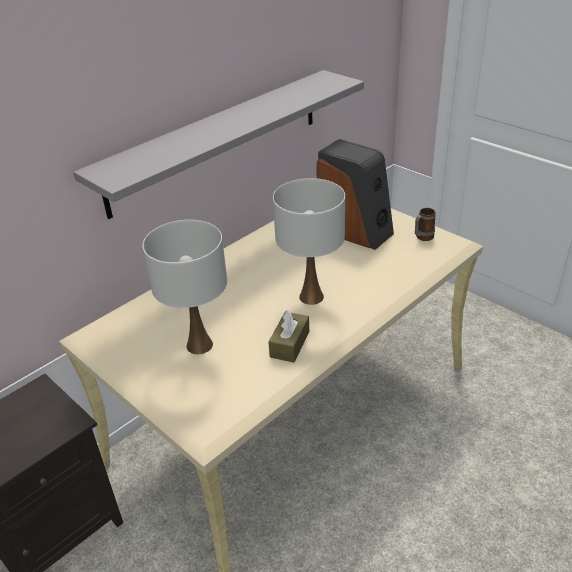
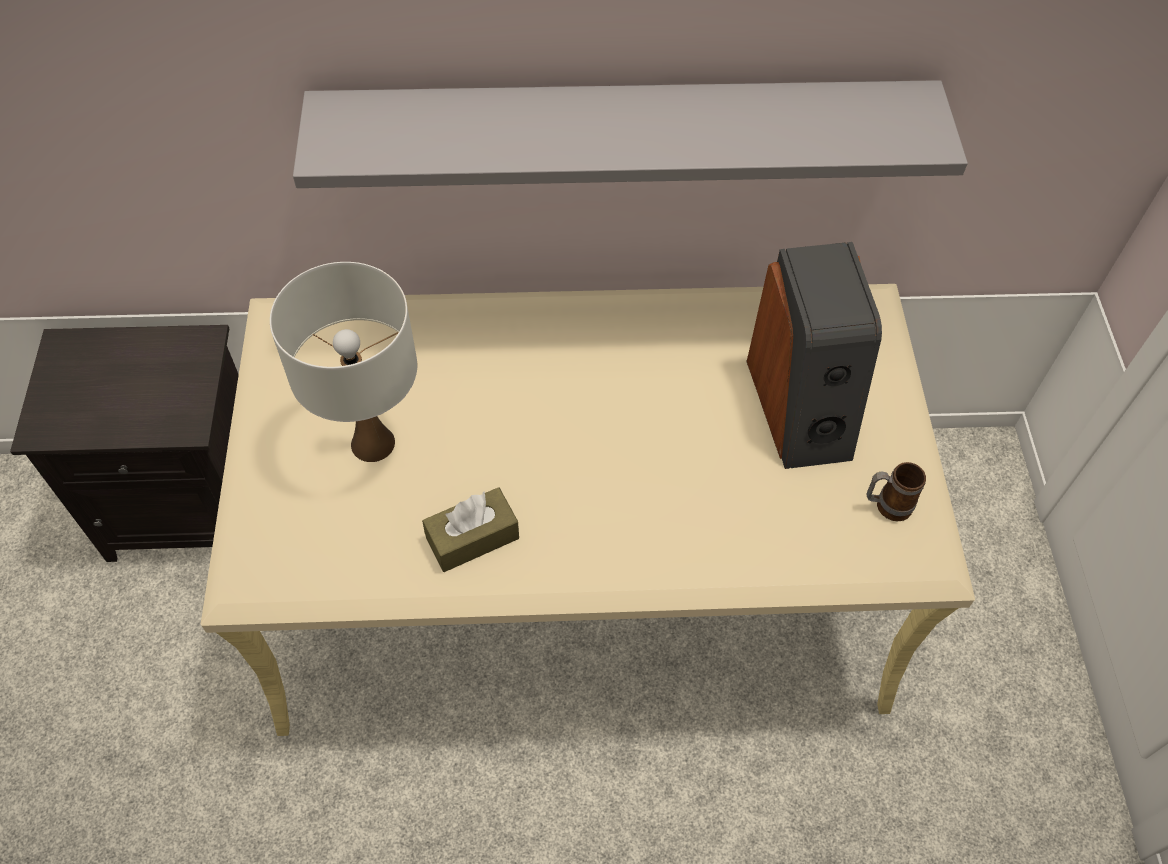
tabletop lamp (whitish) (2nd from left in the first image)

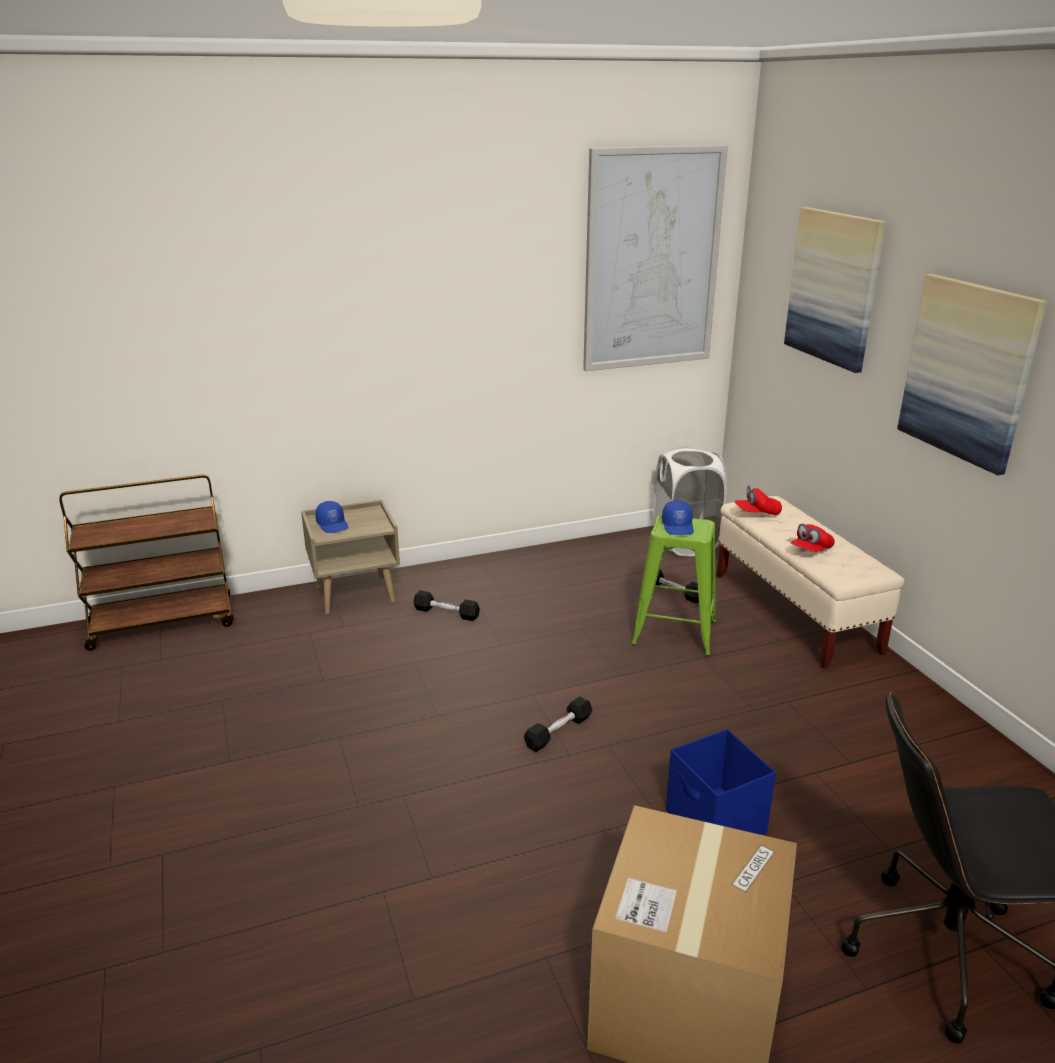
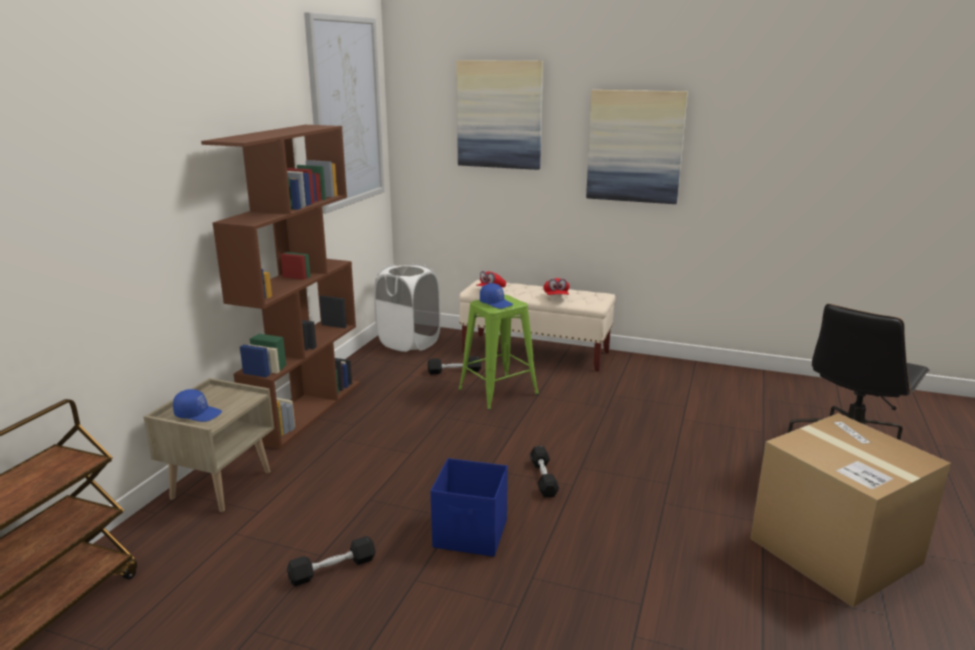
hand weight (black) (1st from left)
storage bin (bluish)
bookshelf (brown)

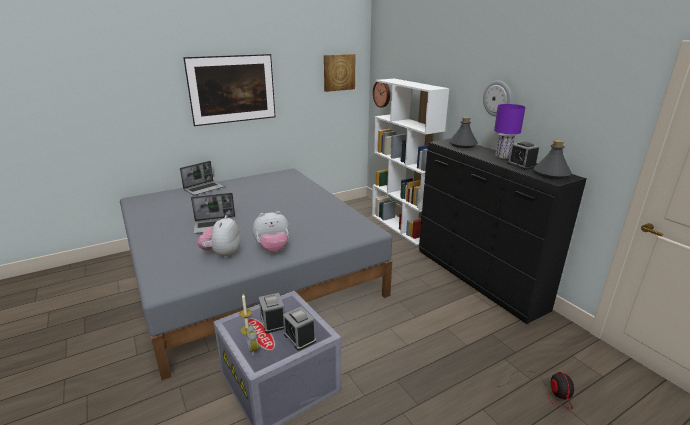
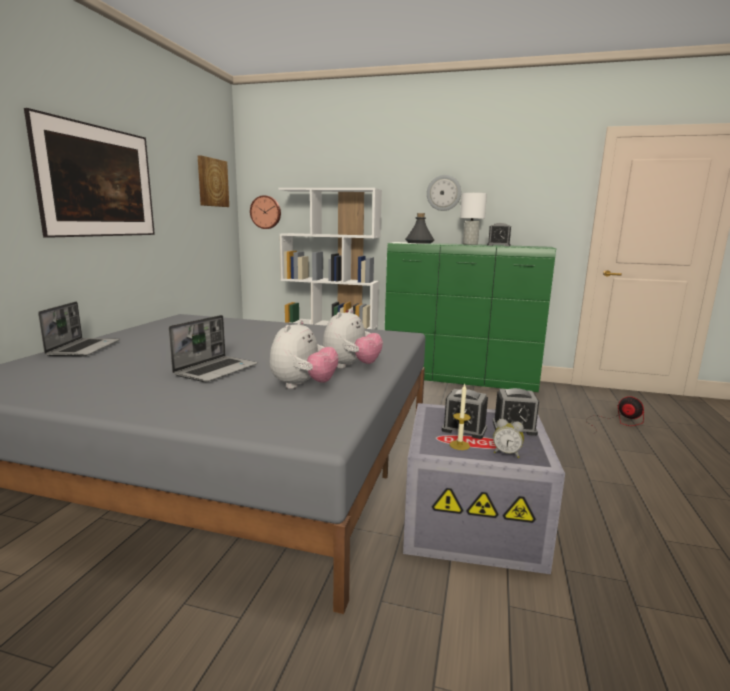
cuddly toy (1st from left)
drawer chest (green-coloured)
tabletop lamp (whitish)
drink bottle (greyish) (2nd from left in the first image)

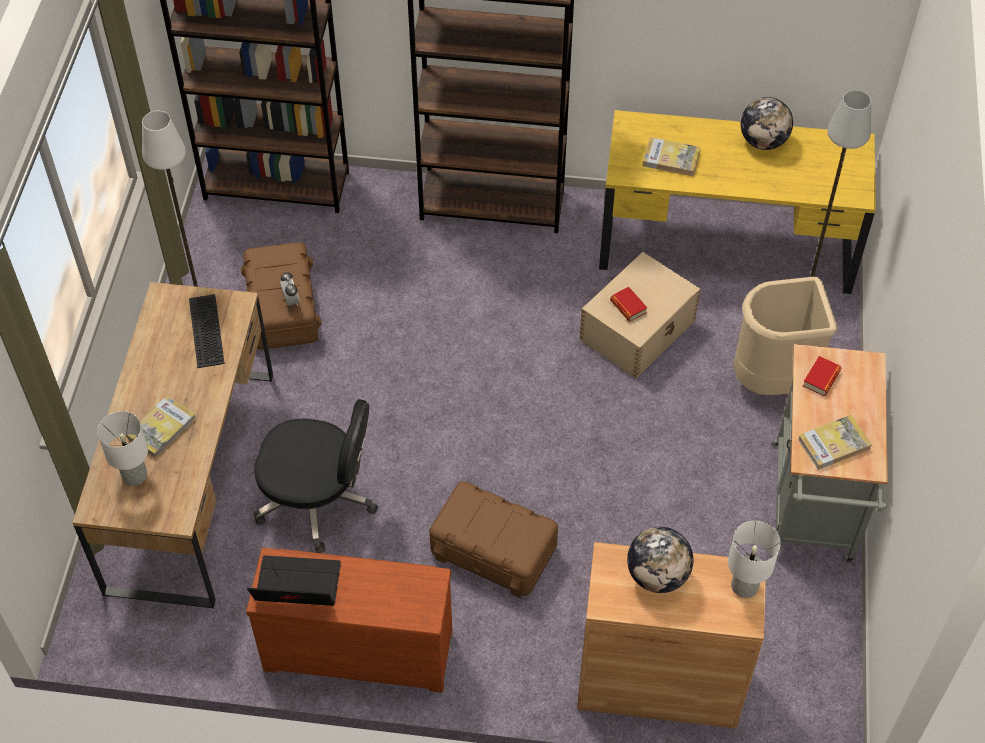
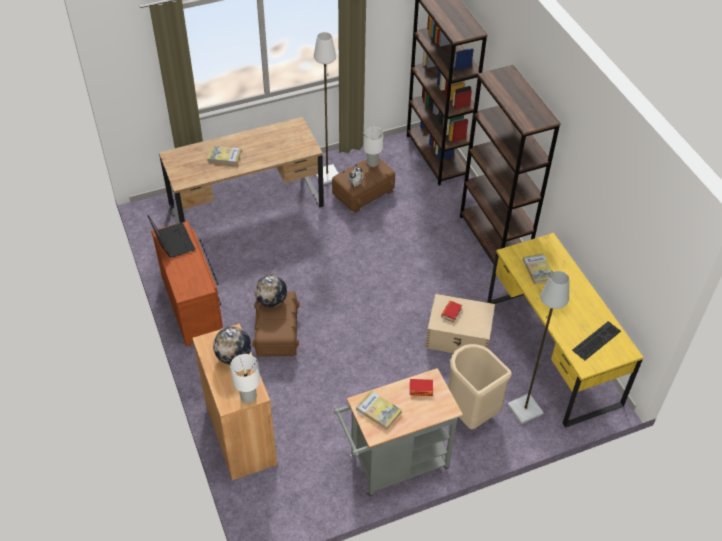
tabletop lamp (whitish) (2nd from left)
keyboard
desk chair (black)
world globe (2nd from left)

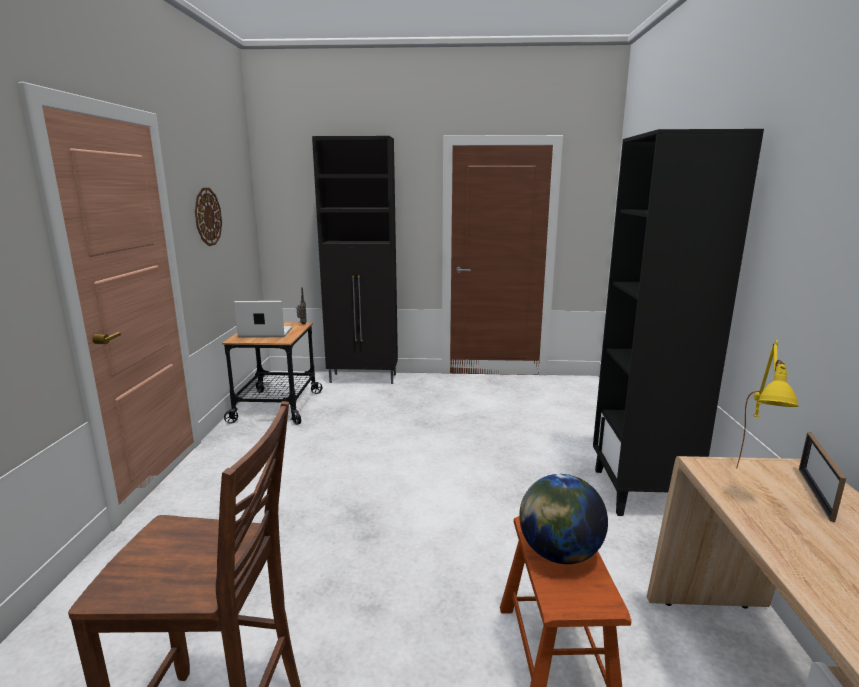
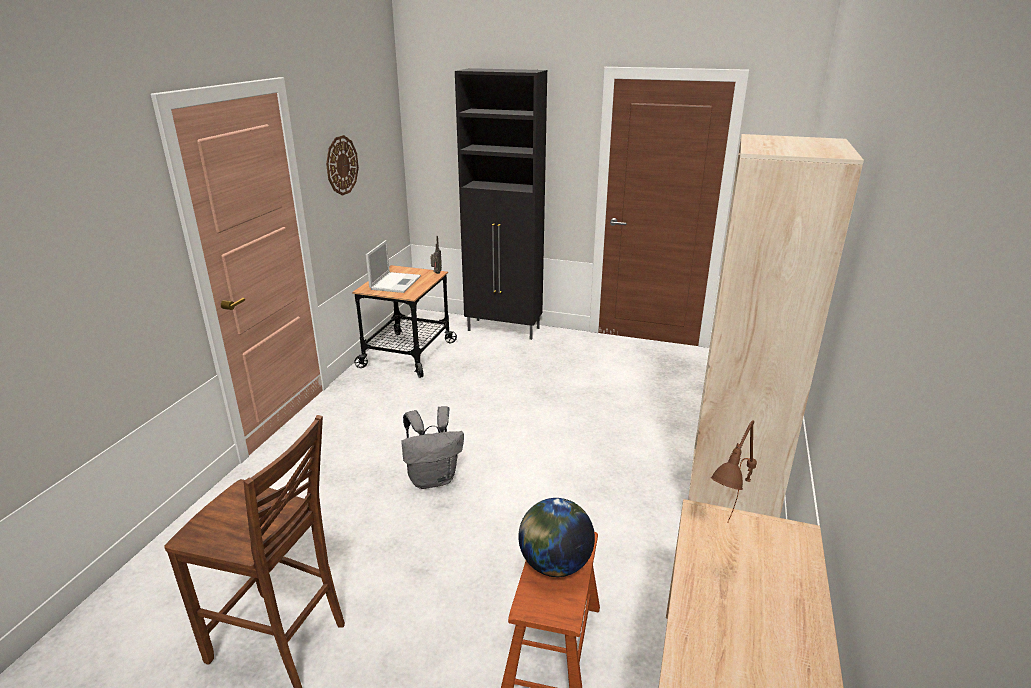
portable computer
bookshelf (sand-coloured)
tabletop lamp (brown)
photo frame
knapsack (greyish)

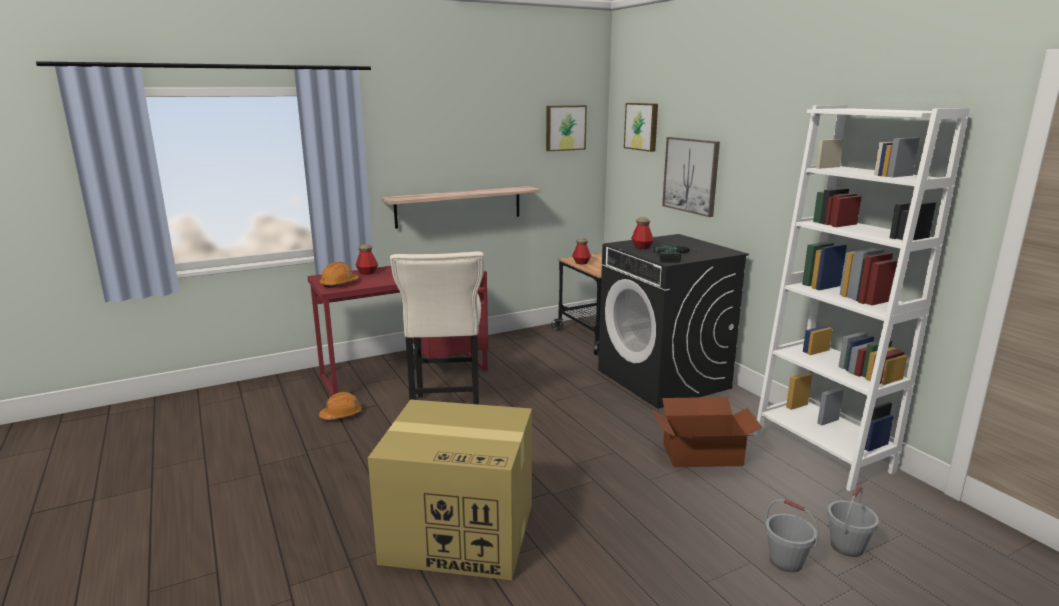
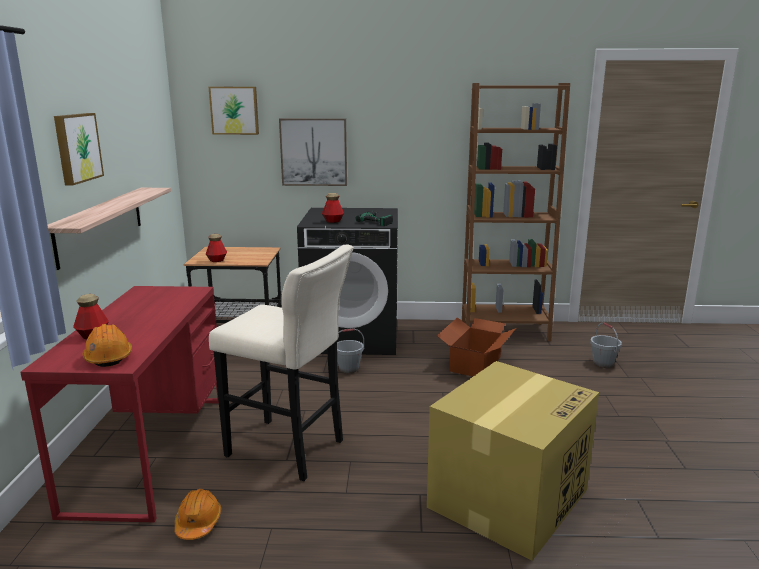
wall picture (1st from left)
bookshelf (brown)
pail (greyish) (1st from left)

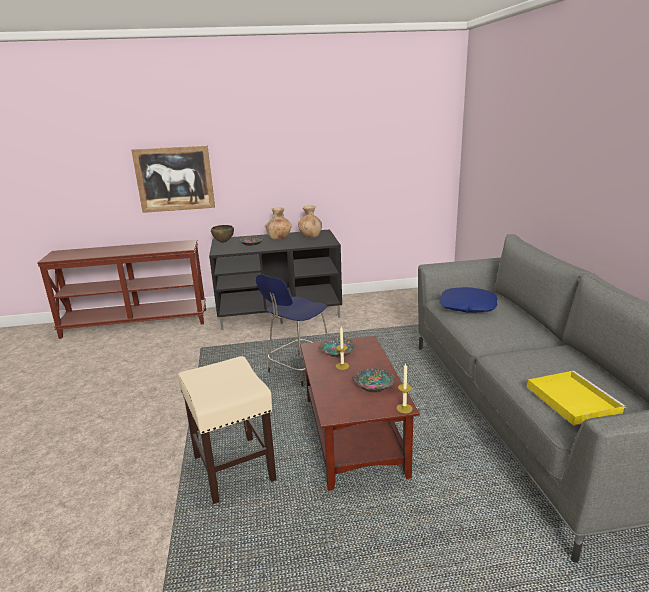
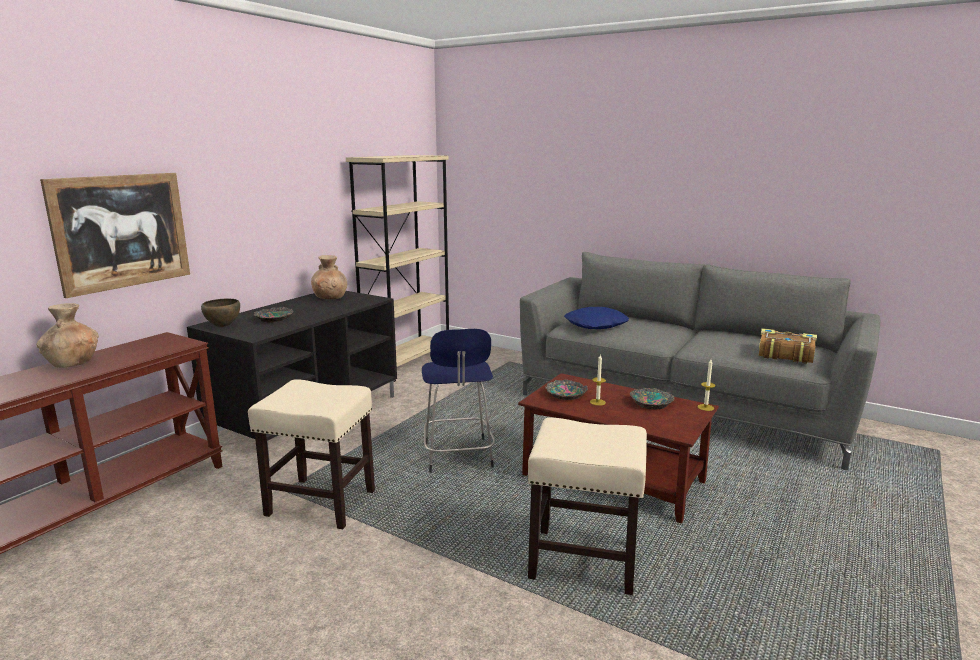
decorative vase (brown) (1st from left)
bound book
sitting stool (sand-coloured) (1st from left)
bookshelf (sand-coloured)

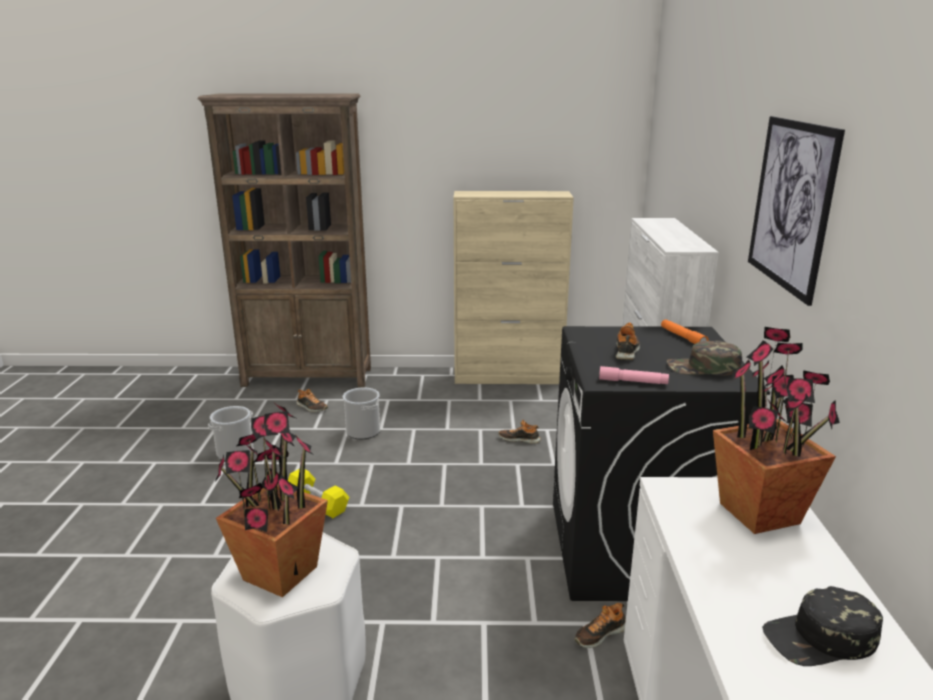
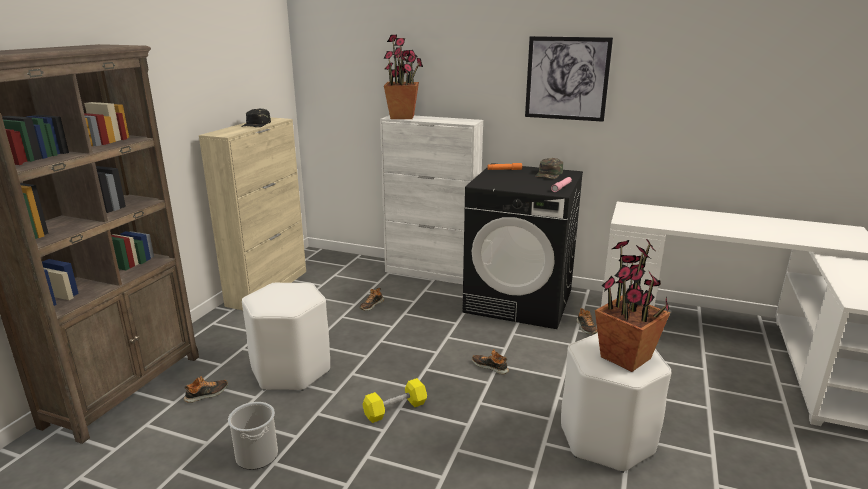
sitting stool (whitish) (1st from left)
low shoe (3rd from left)
potted plant (1st from left)
baseball cap (black)

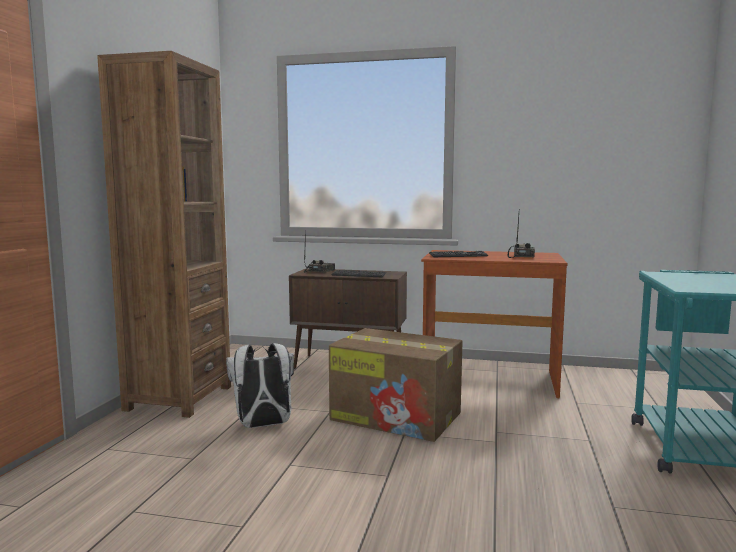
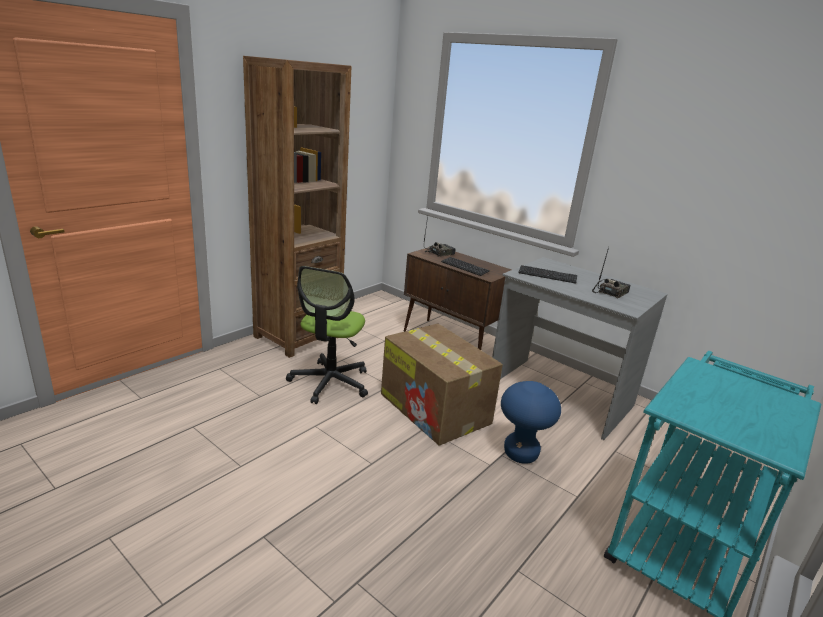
desk chair
desk table (greyish)
sitting stool (bluish)

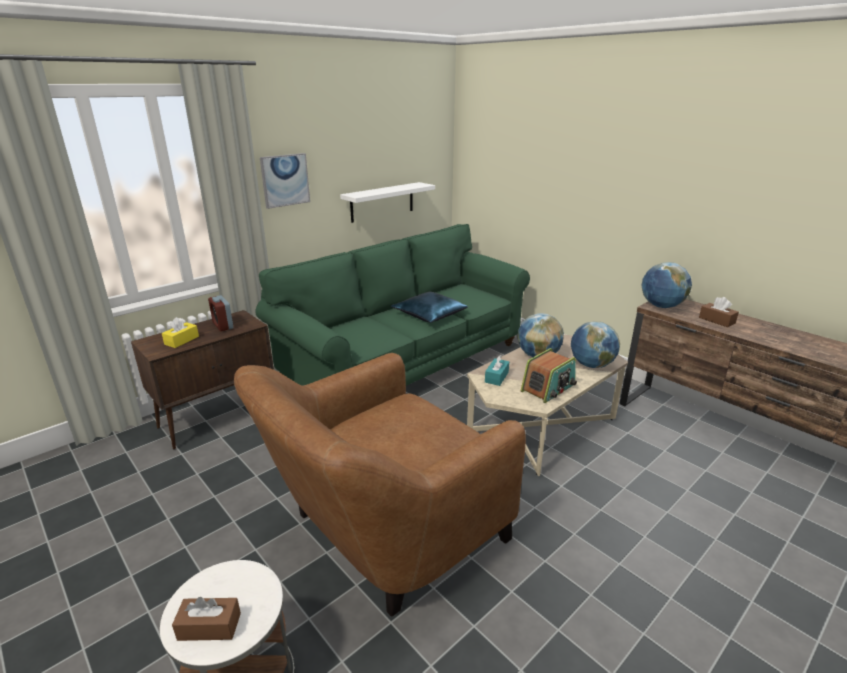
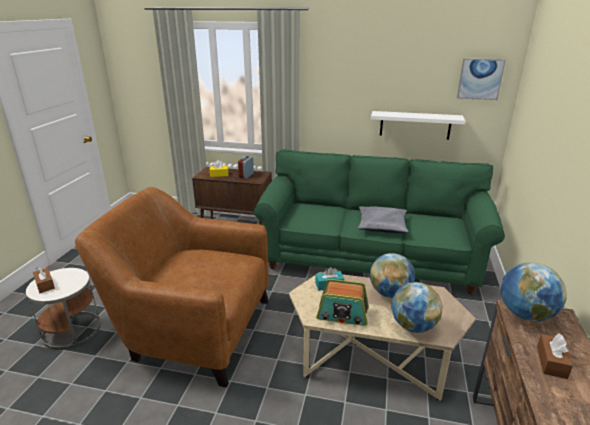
wall picture
throw pillow (greyish)

